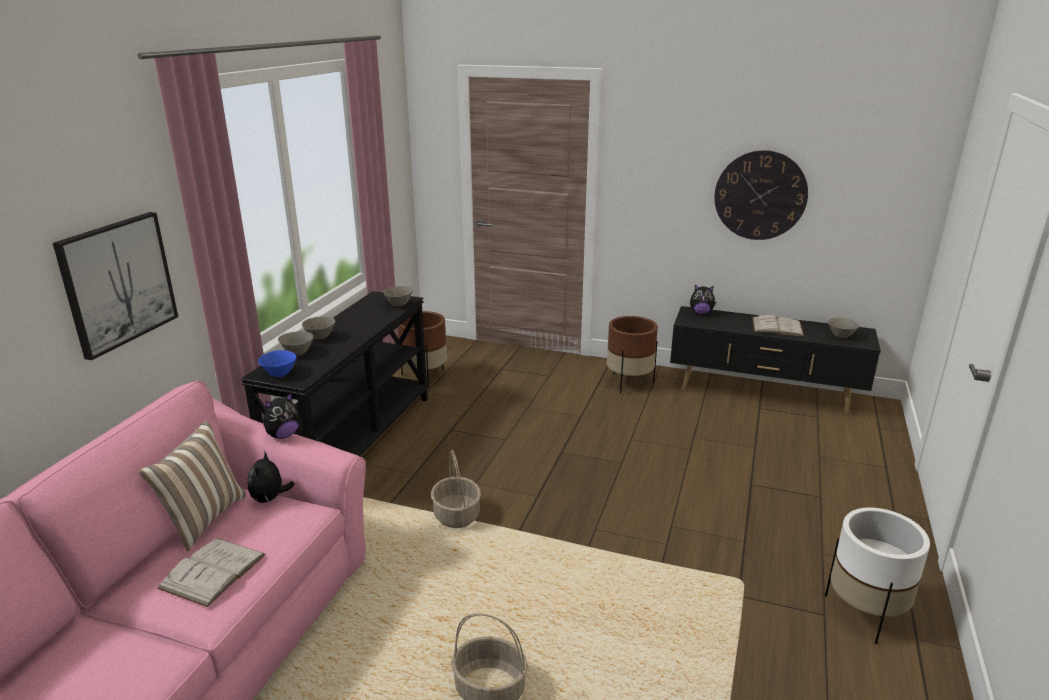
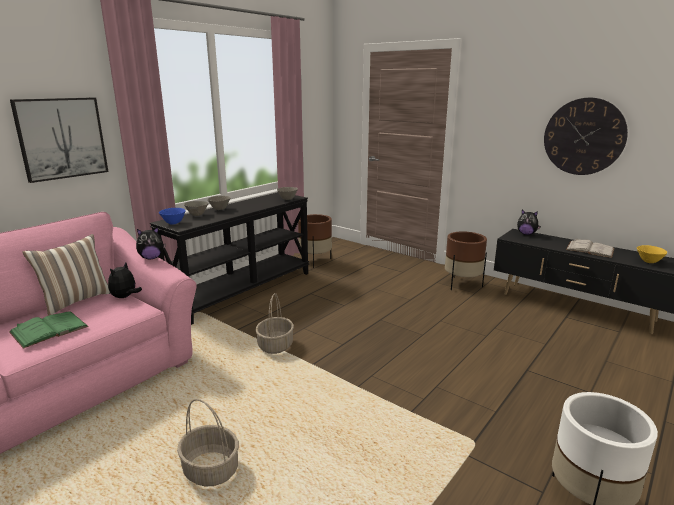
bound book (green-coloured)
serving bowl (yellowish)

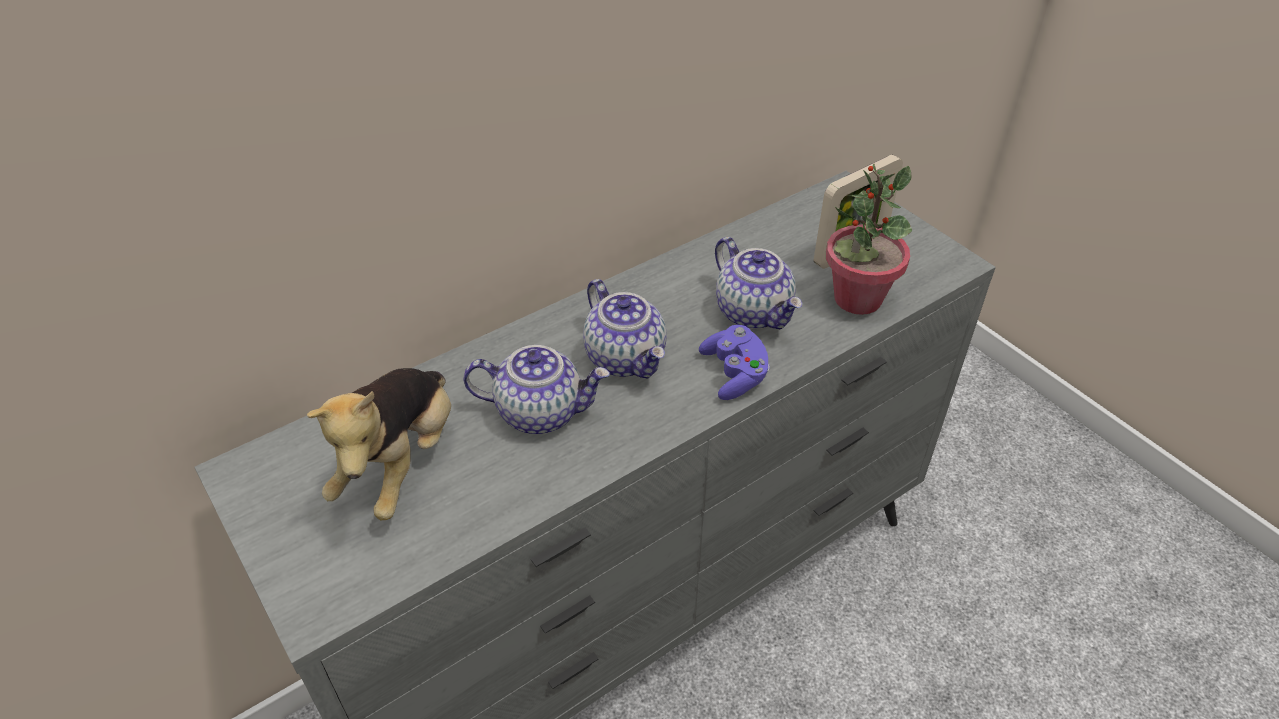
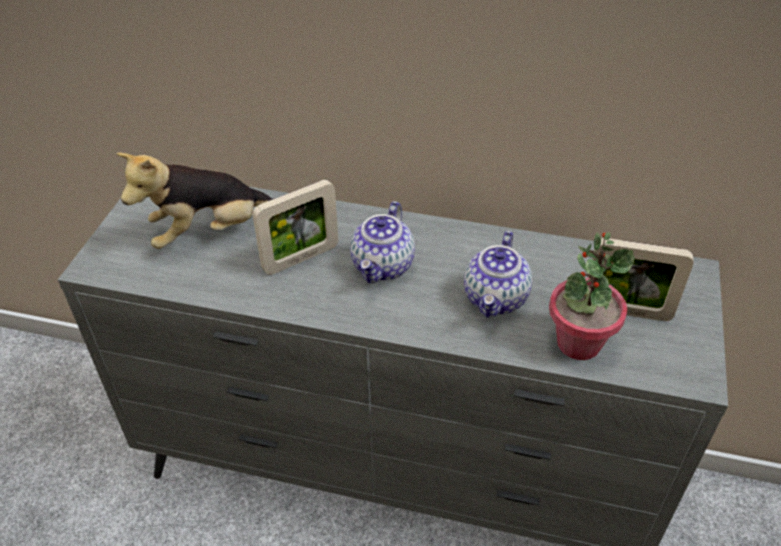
photo frame (1st from left)
game controller (purple-coloured)

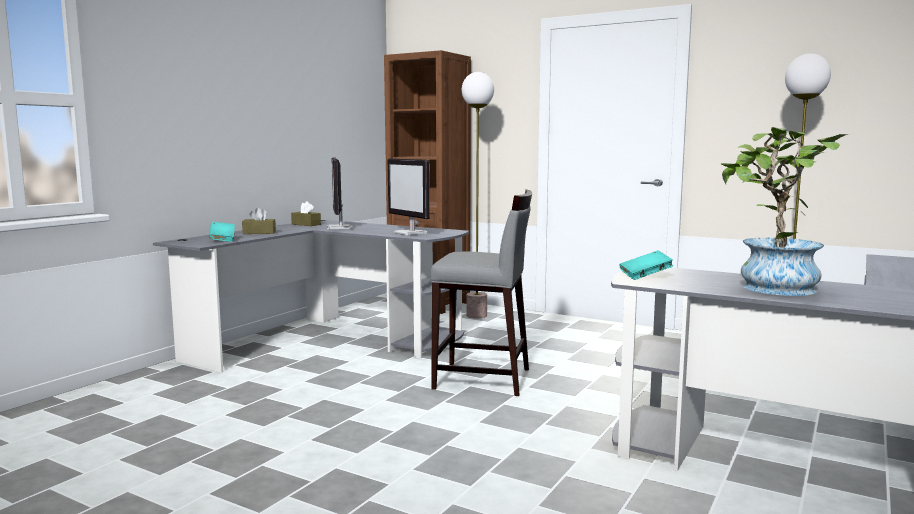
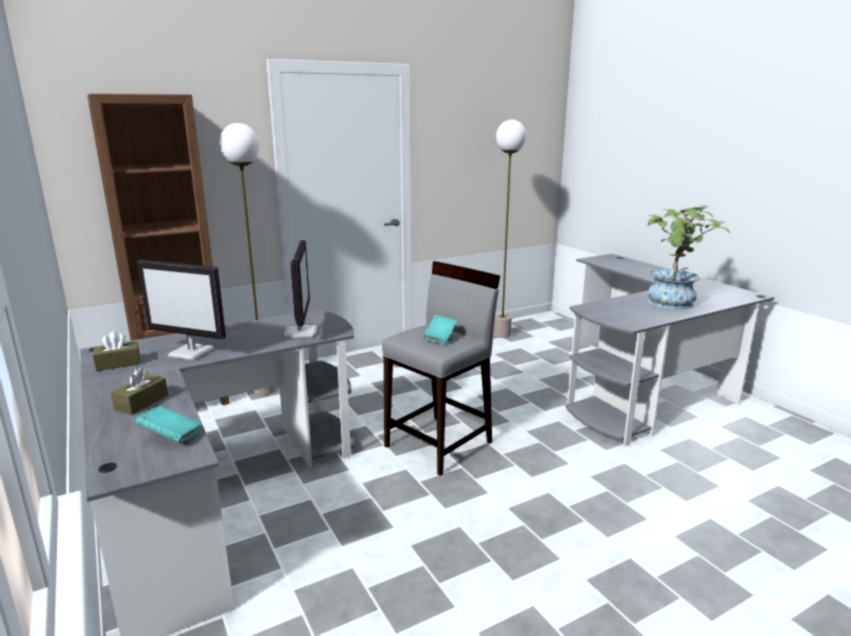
monitor (2nd from left)
bound book (turquoise) (2nd from left)

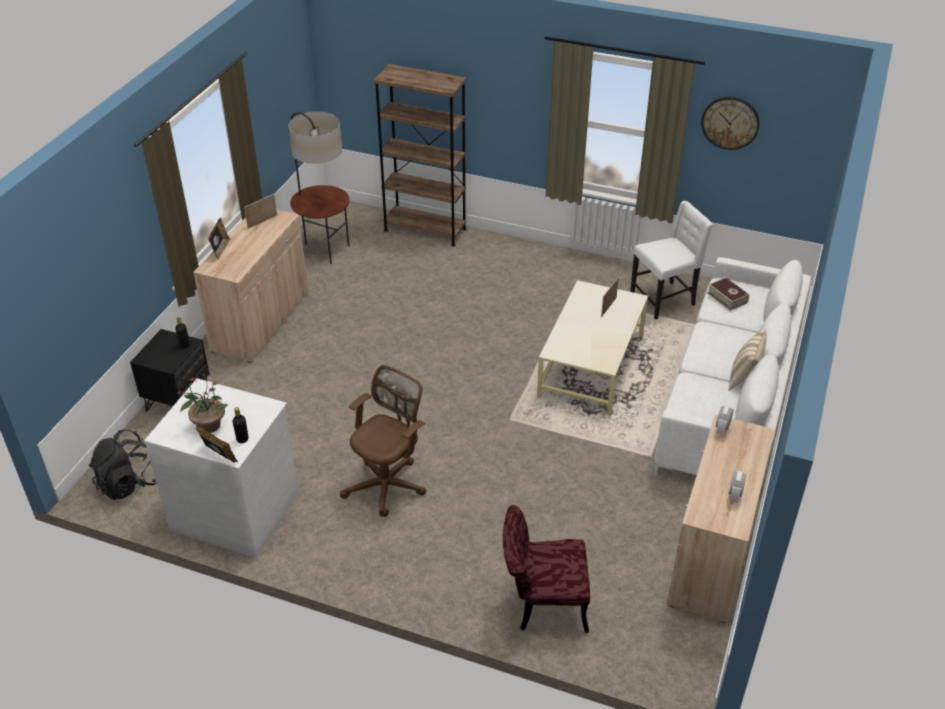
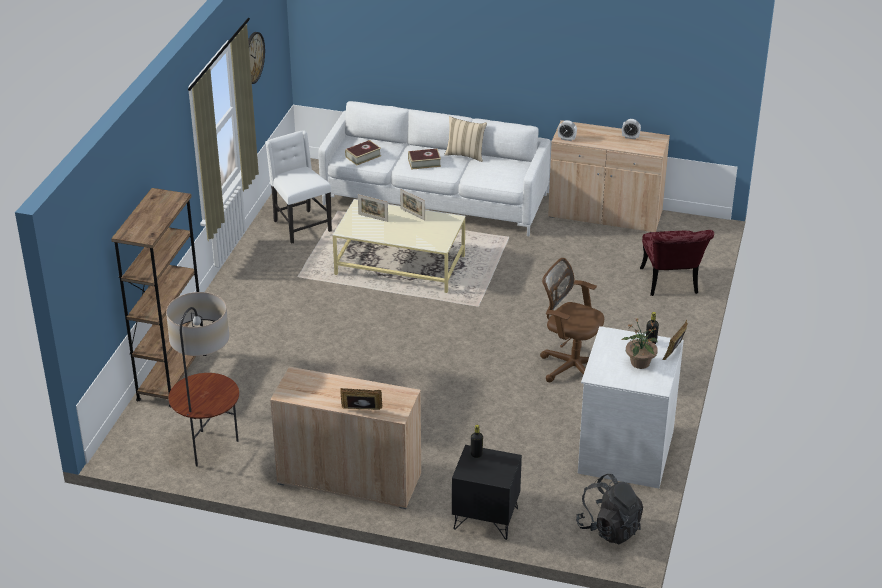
photo frame (3rd from left)
bound book (2nd from left)

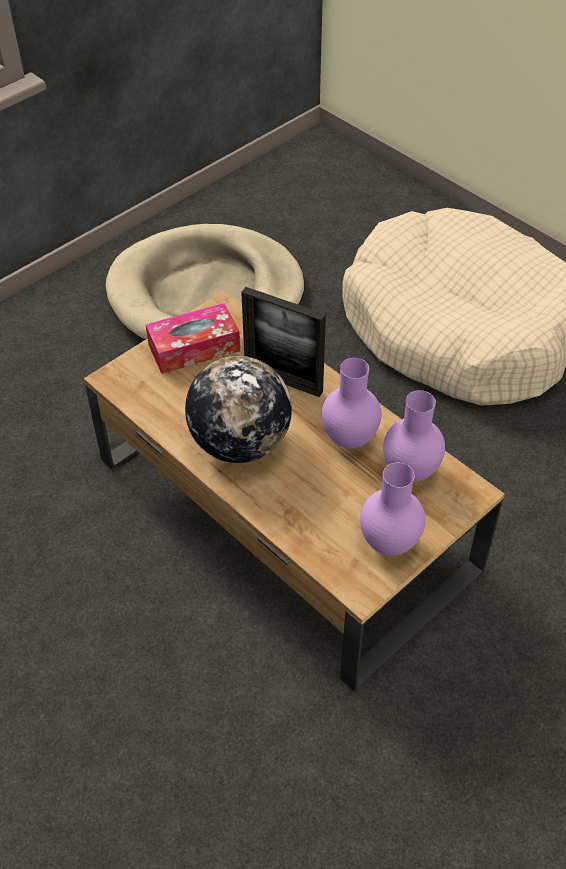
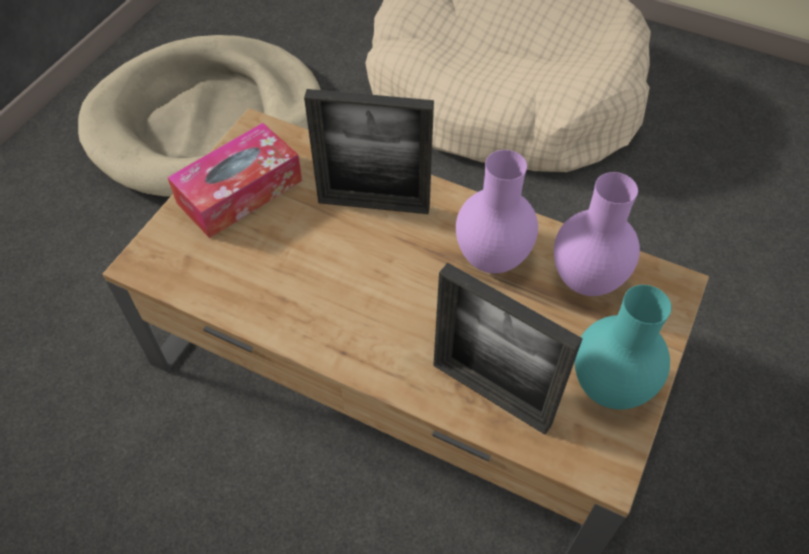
world globe
decorative vase (turquoise)
photo frame (2nd from left)

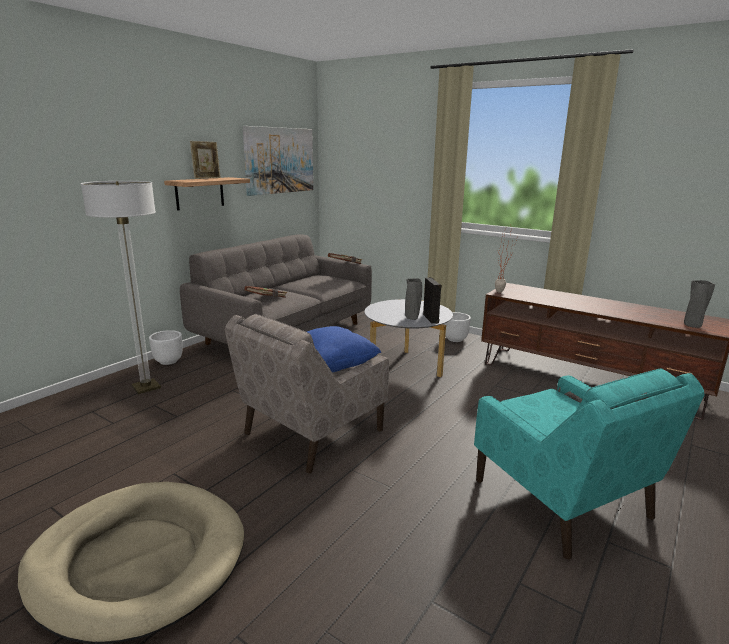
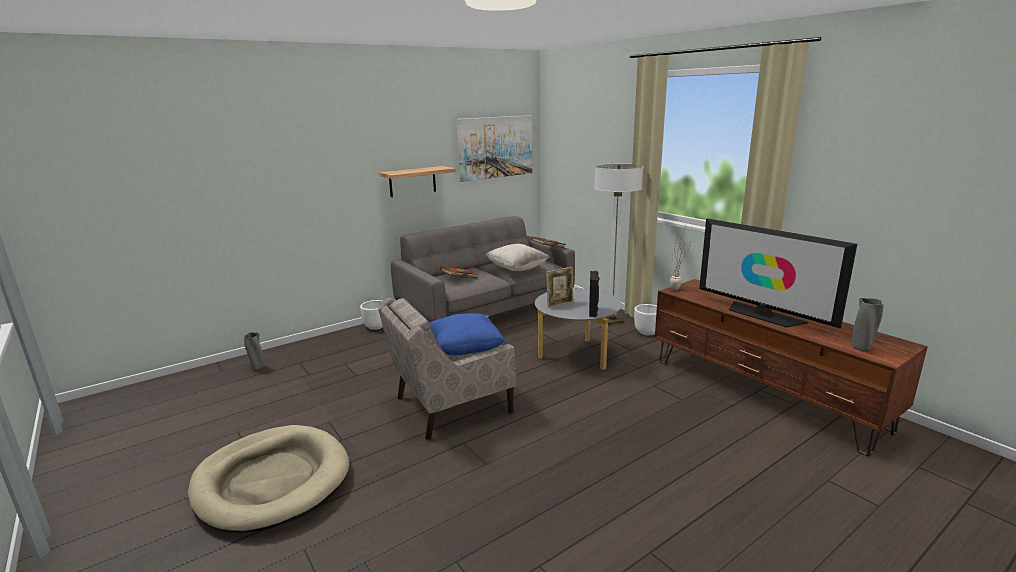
standing lamp
photo frame
decorative vase (greyish) (1st from left)
armchair (turquoise)
throw pillow (sand-coloured)
television

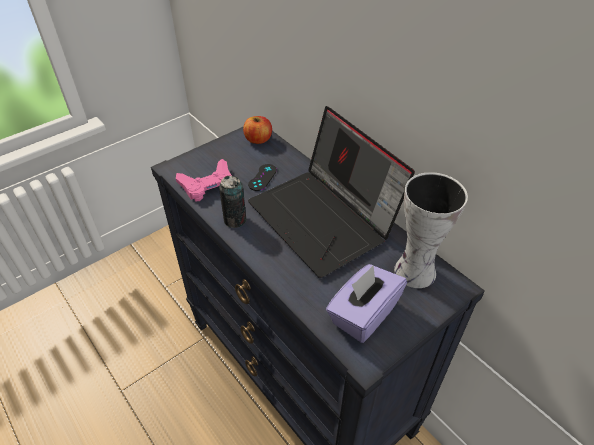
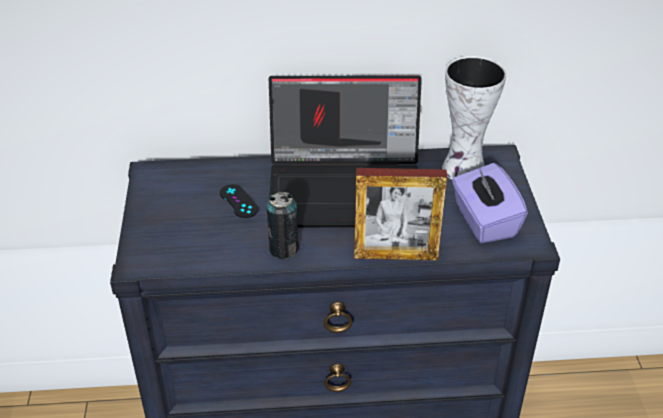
game controller (pink-coloured)
whole apple
photo frame

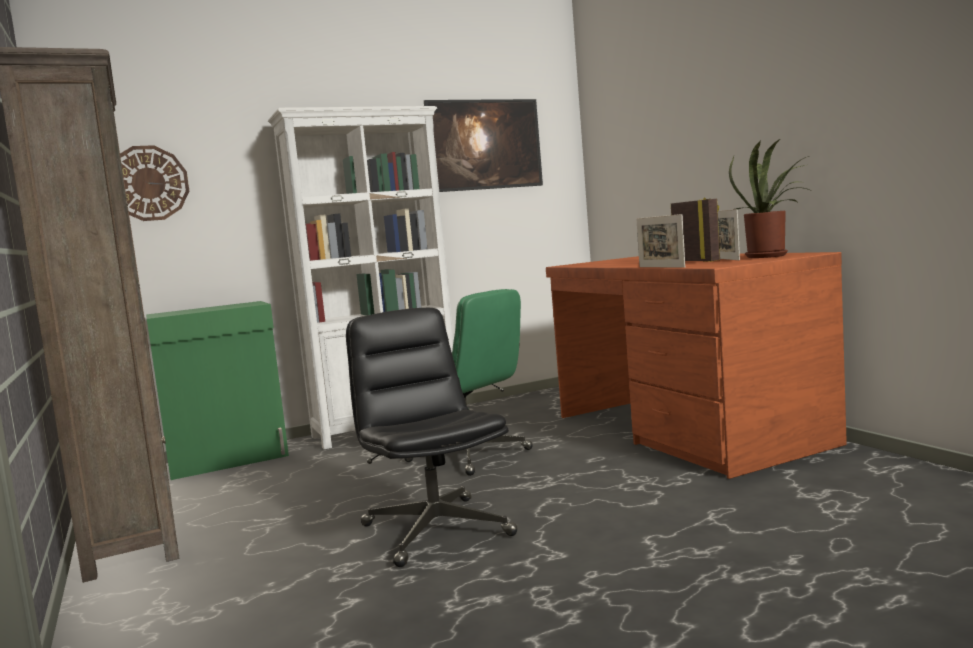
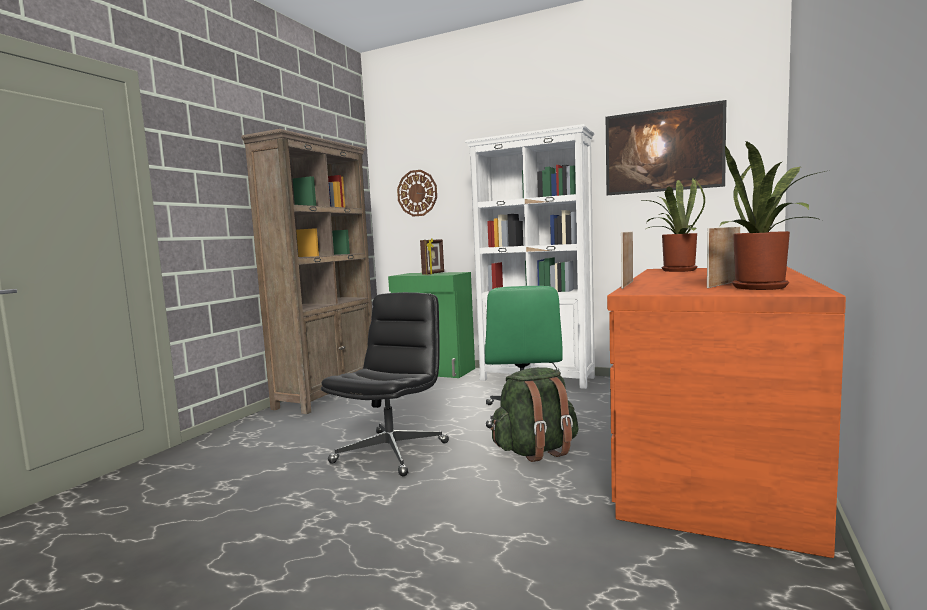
photo frame (1st from left)
knapsack (green-coloured)
potted plant (1st from left)

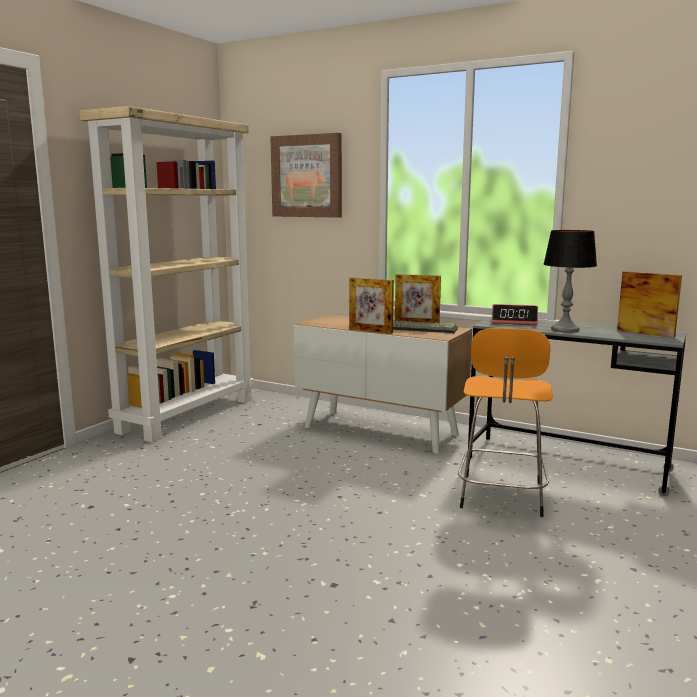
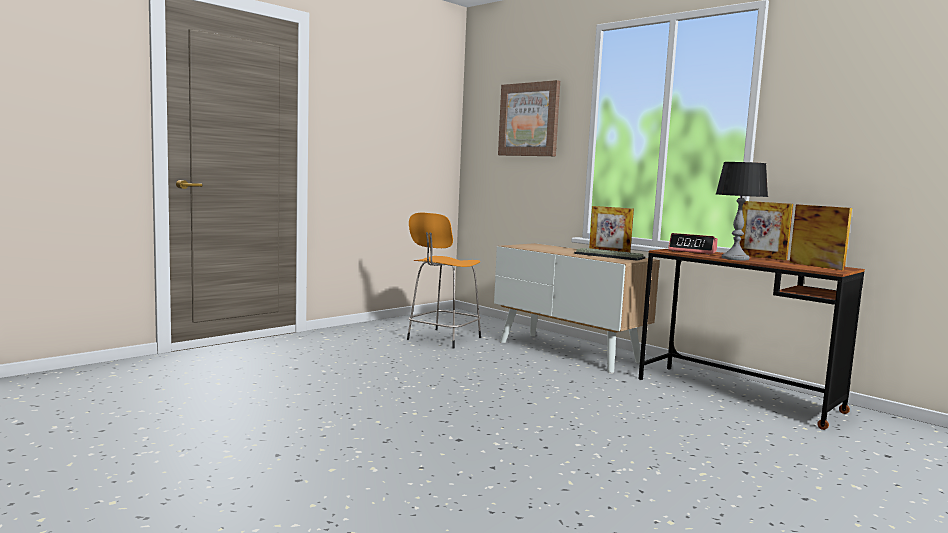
bookshelf (sand-coloured)
photo frame (2nd from left)
sitting stool (orange-coloured)
desk table (brown)

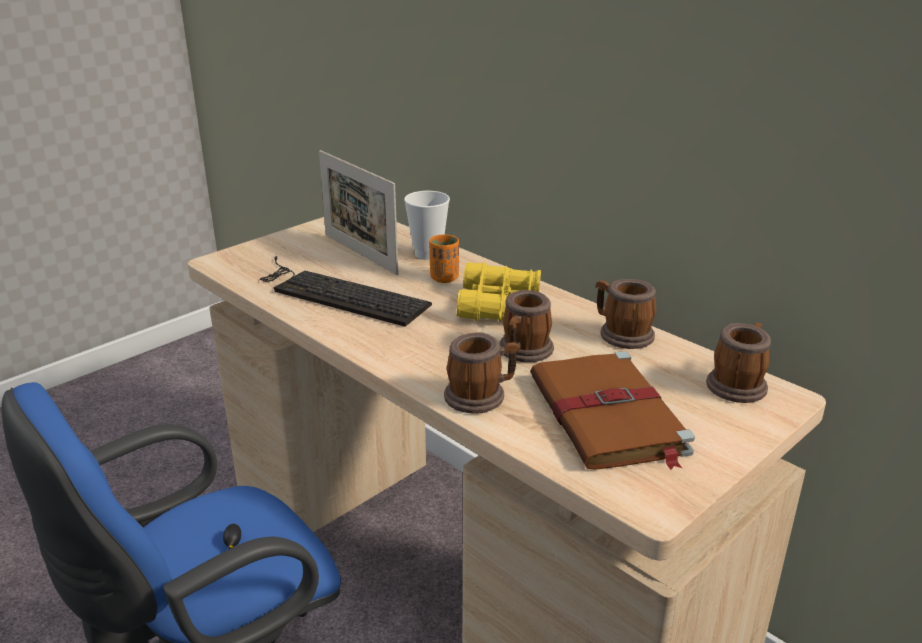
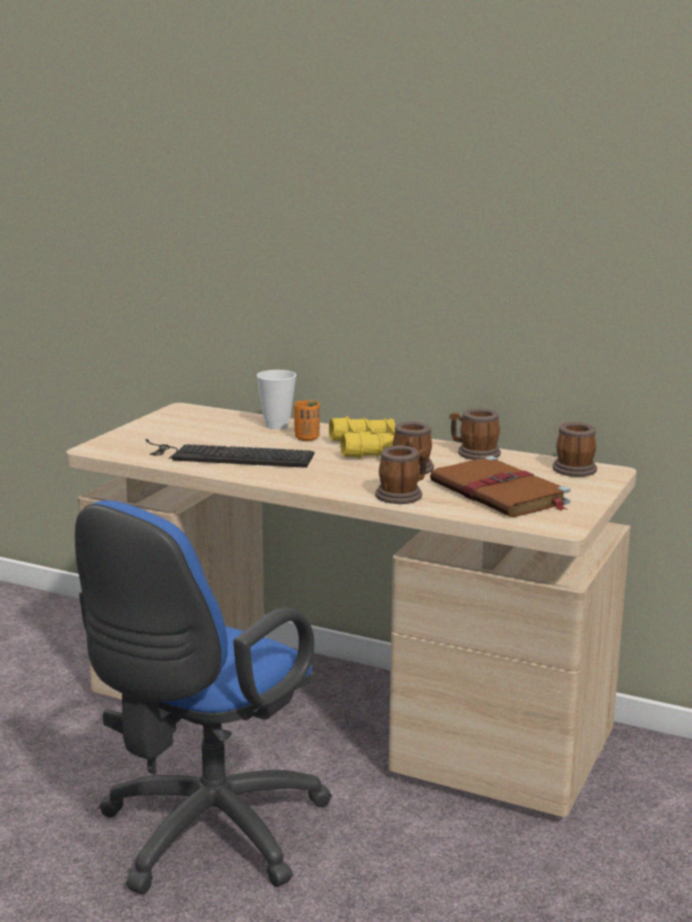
photo frame

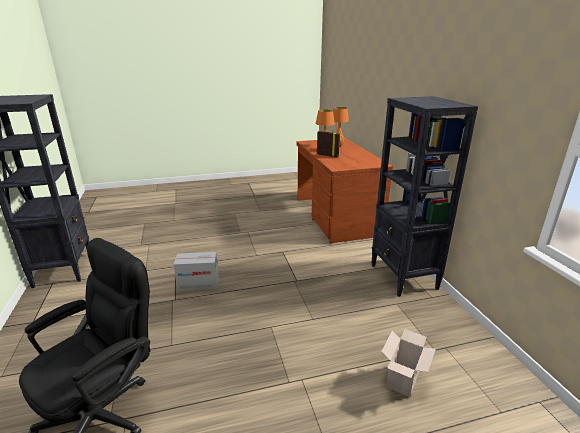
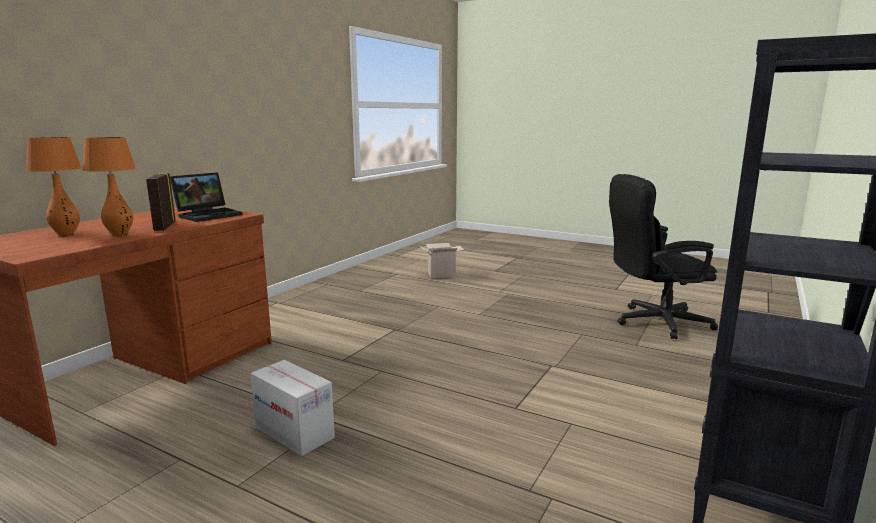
packing box (1st from left)
bookshelf (black) (2nd from left in the first image)
portable computer

